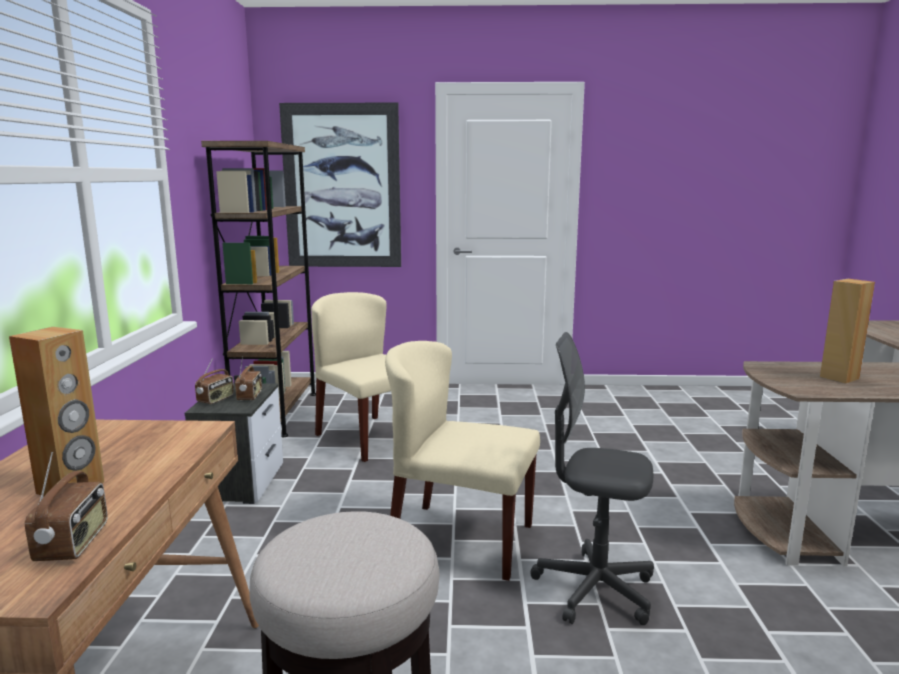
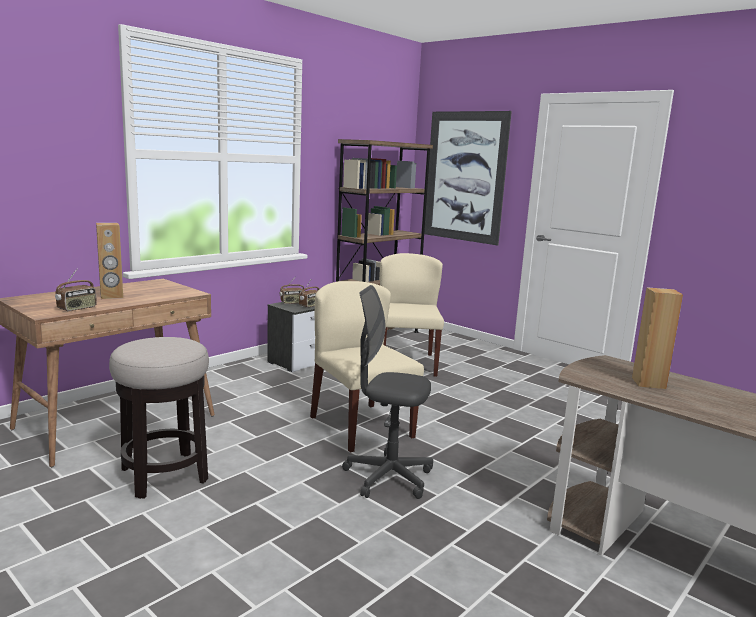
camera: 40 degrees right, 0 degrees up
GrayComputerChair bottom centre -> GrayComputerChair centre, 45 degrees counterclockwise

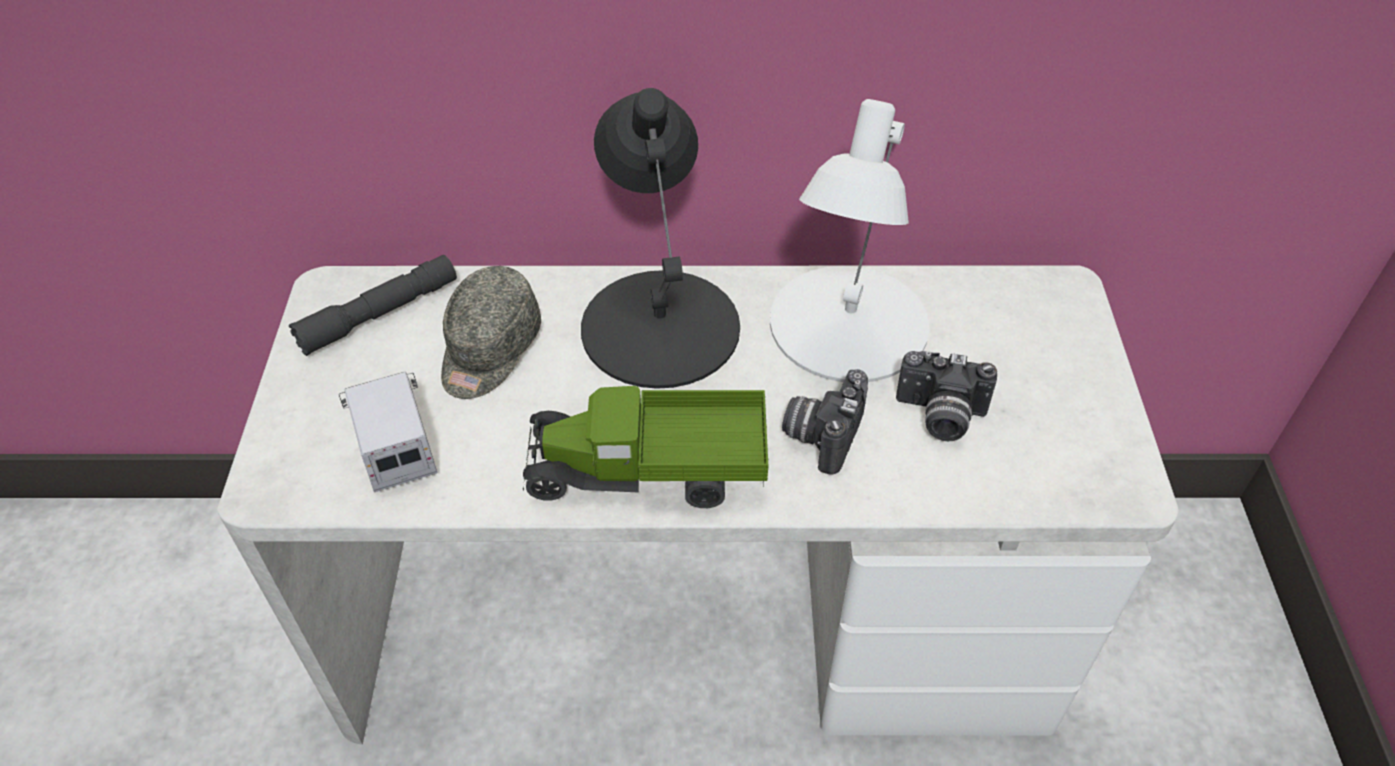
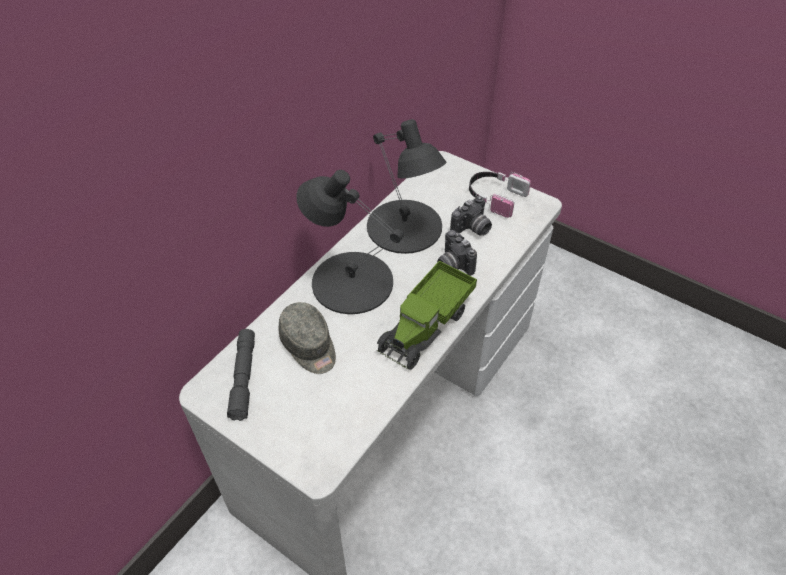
camera: 55 degrees left, 0 degrees up
WhiteTableLamp top centre -> BlackishTableLamp (no. 2 from left) top centre
ToyLorry (no. 1 from left) middle left -> none
none -> Headset centre

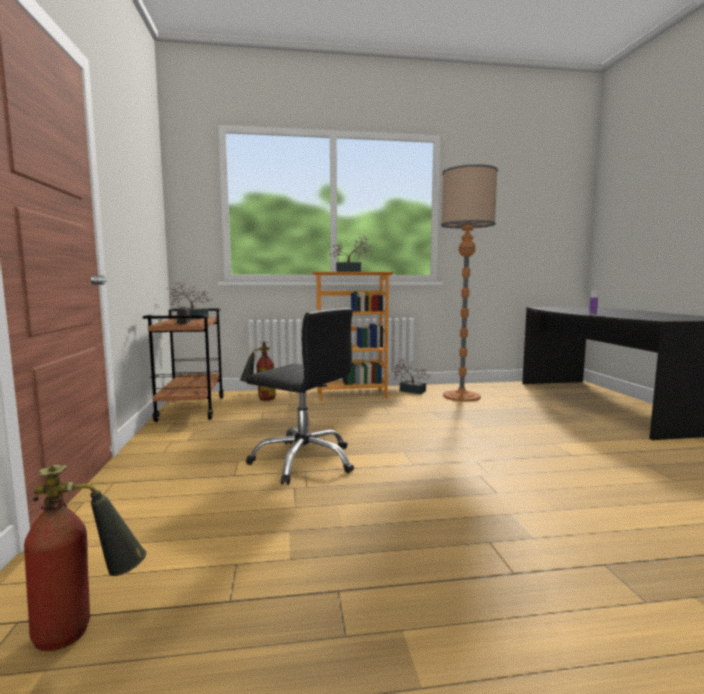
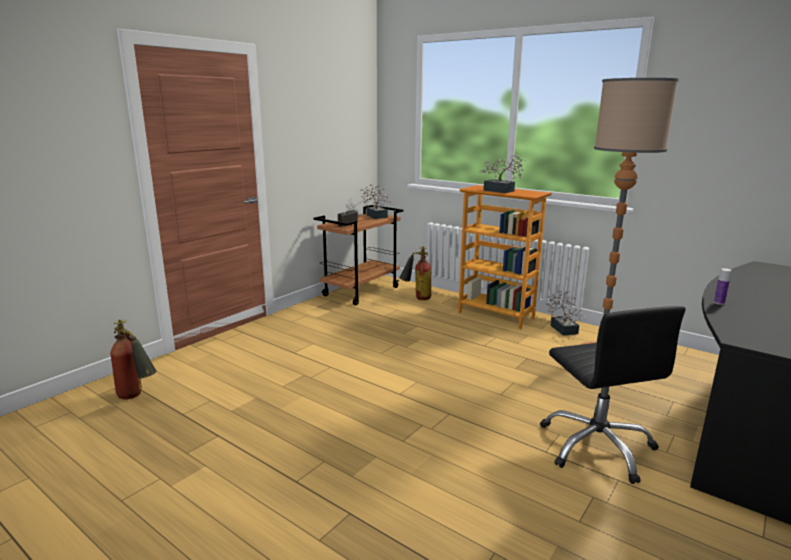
camera: 45 degrees right, 10 degrees up
BlackishComputerChair centre -> BlackishComputerChair bottom right, shifted

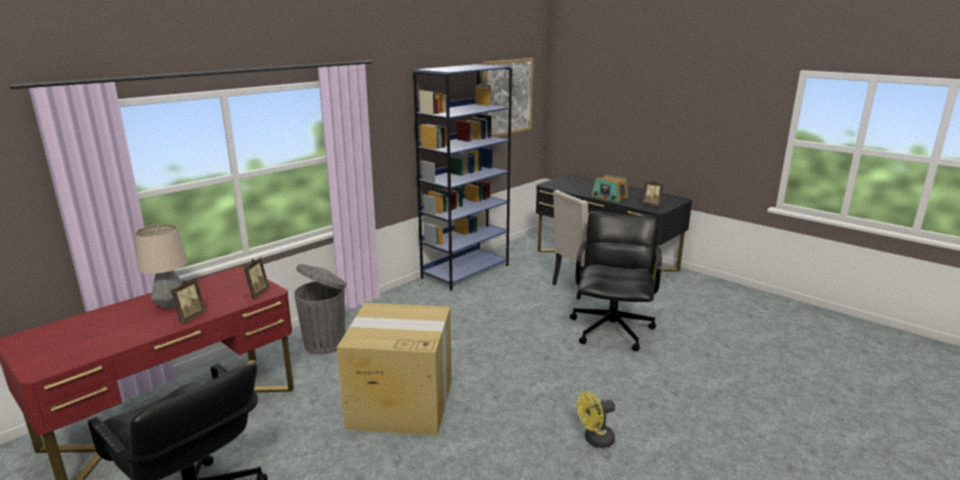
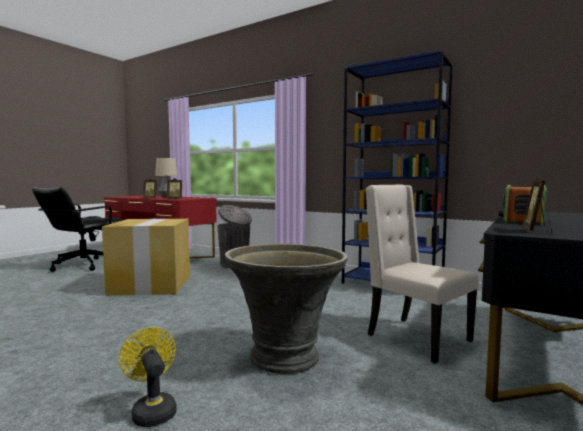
camera: 80 degrees right, 15 degrees down
WallPicture top centre -> none
BlackishComputerChair (no. 2 from left) centre -> GrayFlowerPot bottom centre
YellowElectricFan bottom centre -> YellowElectricFan bottom left, shifted

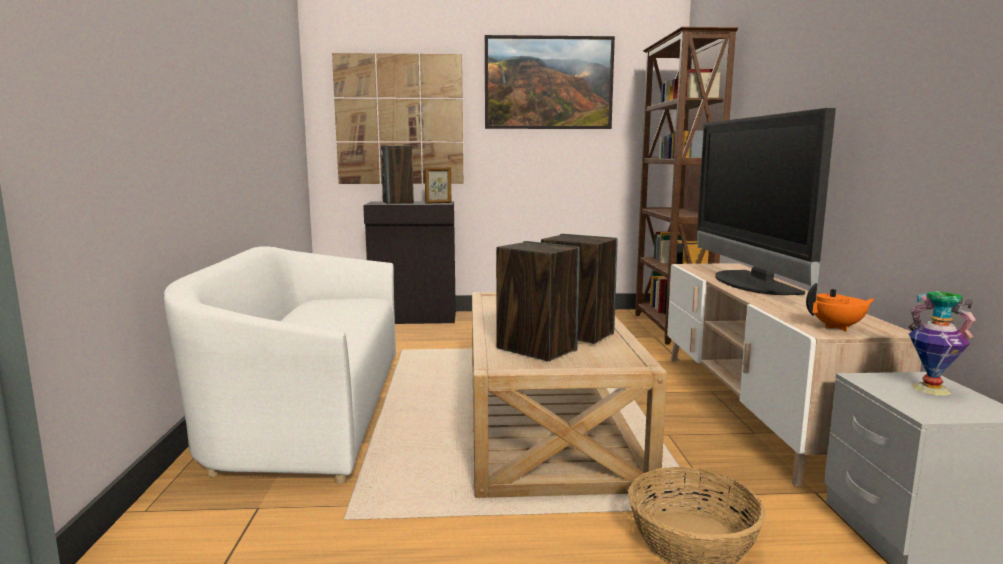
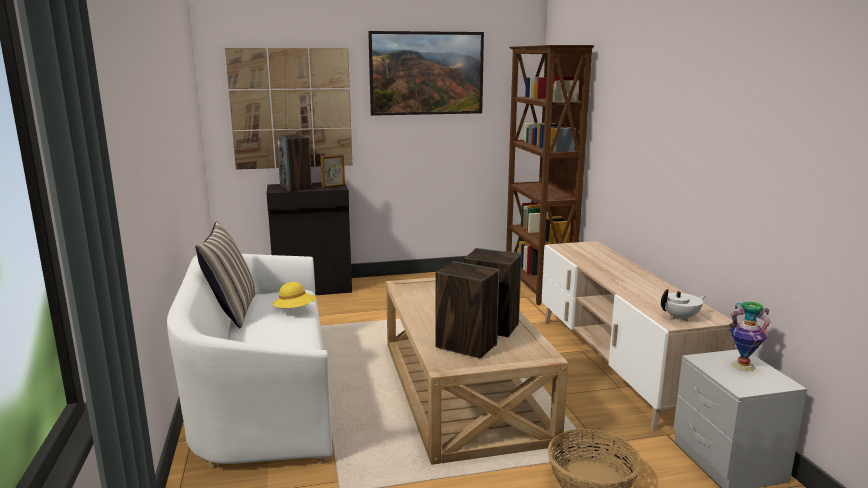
camera: 10 degrees left, 5 degrees up
Television middle right -> none
OrangeColouredTeaPot middle right -> WhiteTeaPot middle right
none -> Pillow middle left
none -> YellowClothingHat centre

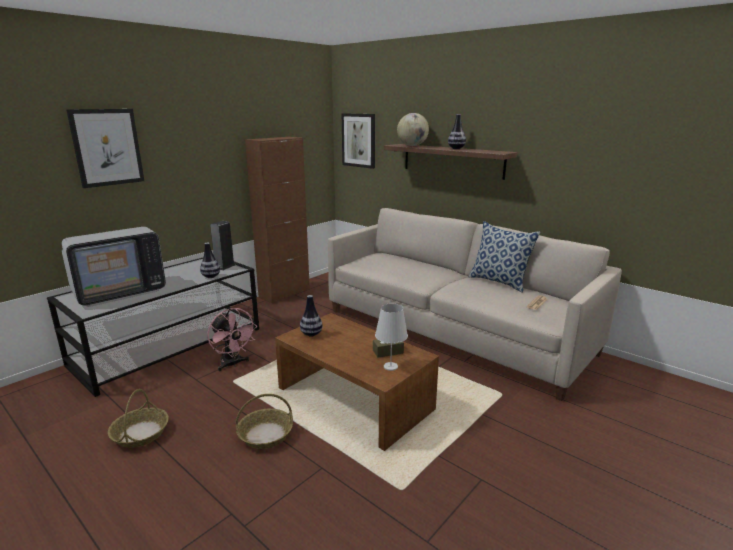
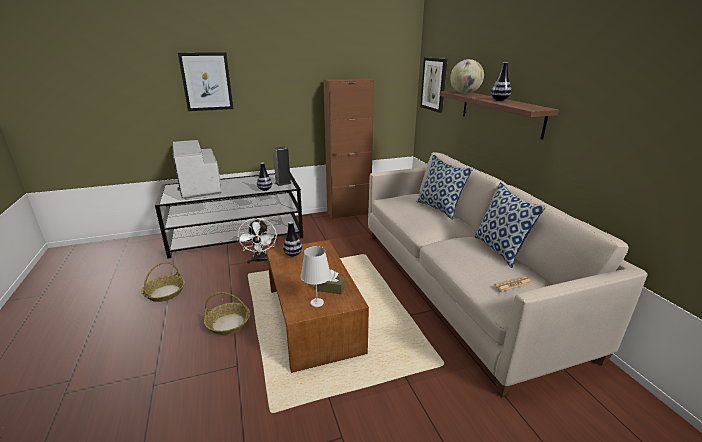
camera: 30 degrees right, 5 degrees up
Television middle left, 75 degrees clockwise
PinkishElectricFan middle left -> WhiteElectricFan centre
none -> Pillow (no. 1 from left) centre

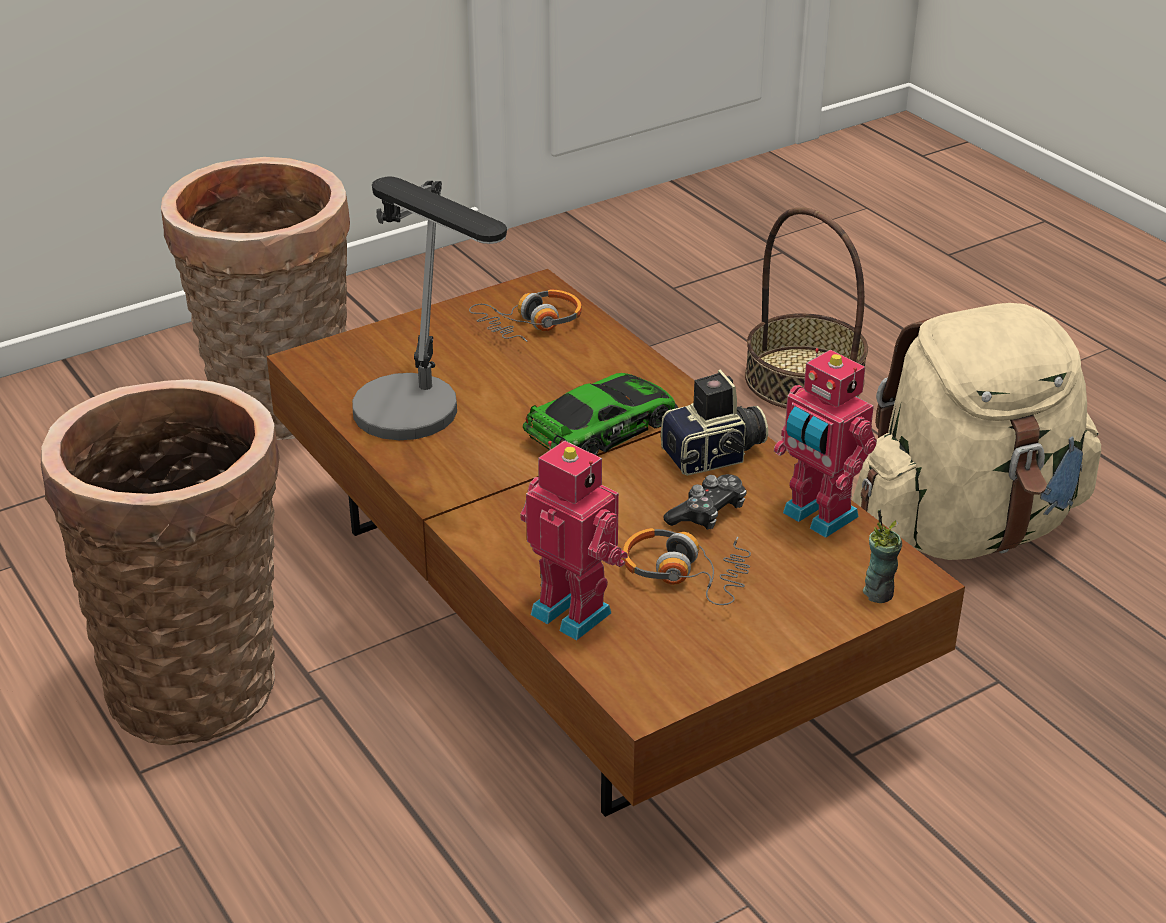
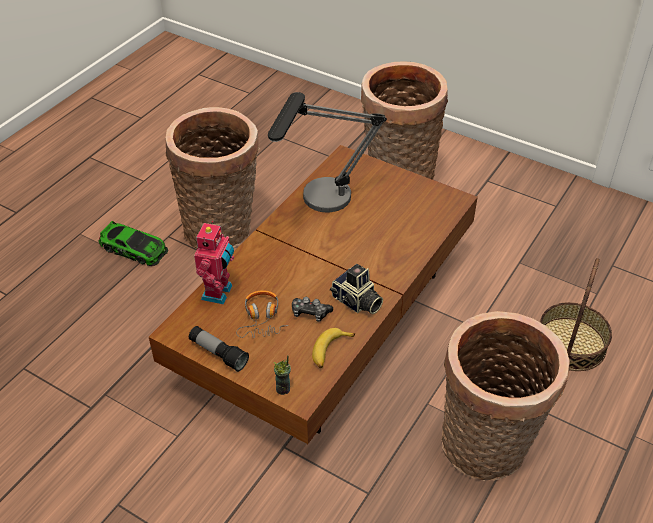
camera: 65 degrees right, 10 degrees up
Headset (no. 1 from left) centre -> none
BeigeColouredKnapsack middle right -> Basket (no. 3 from left) bottom right
RobotFigure (no. 2 from left) middle right -> BananaFruit centre
MiniatureCar centre -> MiniatureCar middle left, shifted
none -> Torch bottom centre

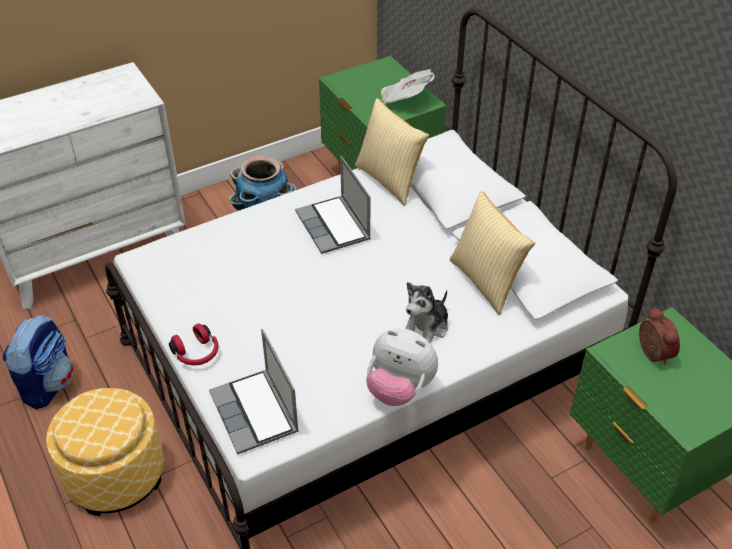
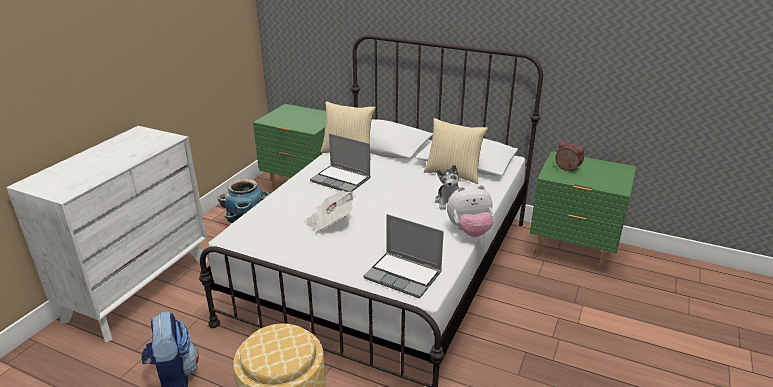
camera: 35 degrees left, 15 degrees down
PrintedPaper top centre -> PrintedPaper centre, shifted
RedHeadset middle left -> none

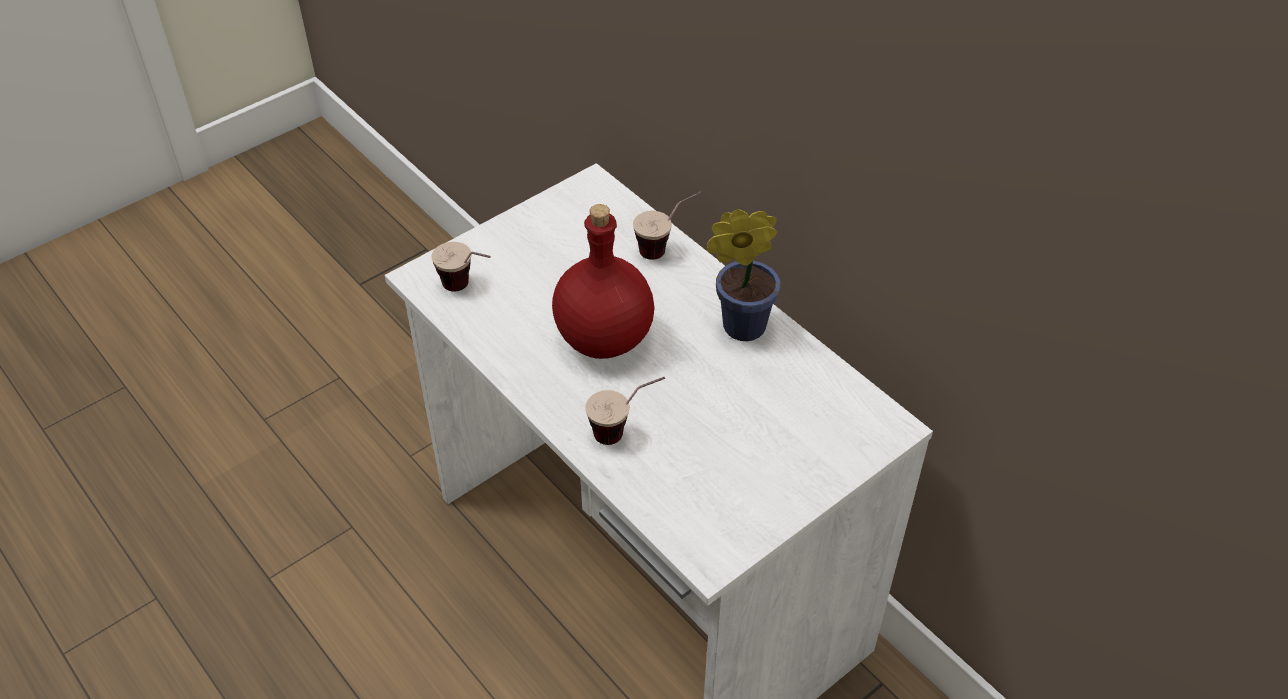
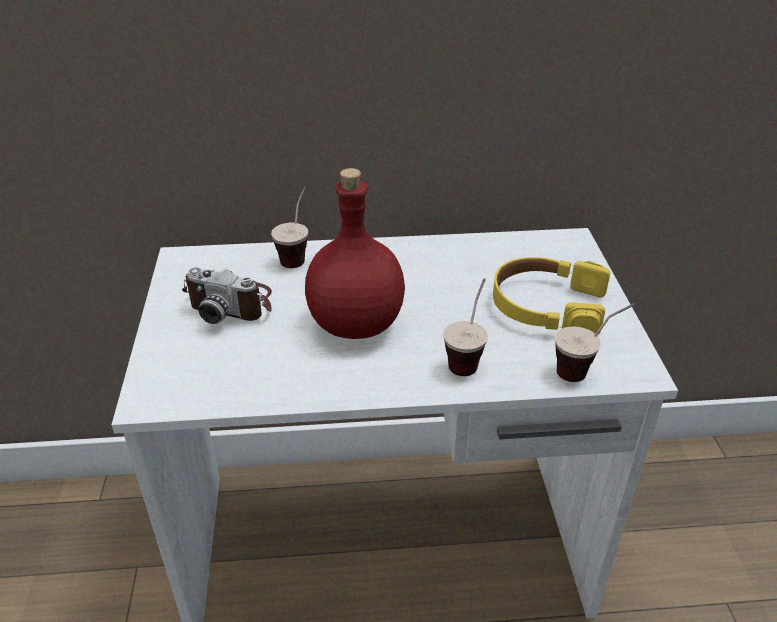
camera: 55 degrees left, 10 degrees down
PlantInAPot centre -> none
SmallCup (no. 1 from left in the first image) centre -> SmallCup (no. 3 from left) middle right, shifted
none -> YellowHeadset middle right
none -> PhotoCamera middle left

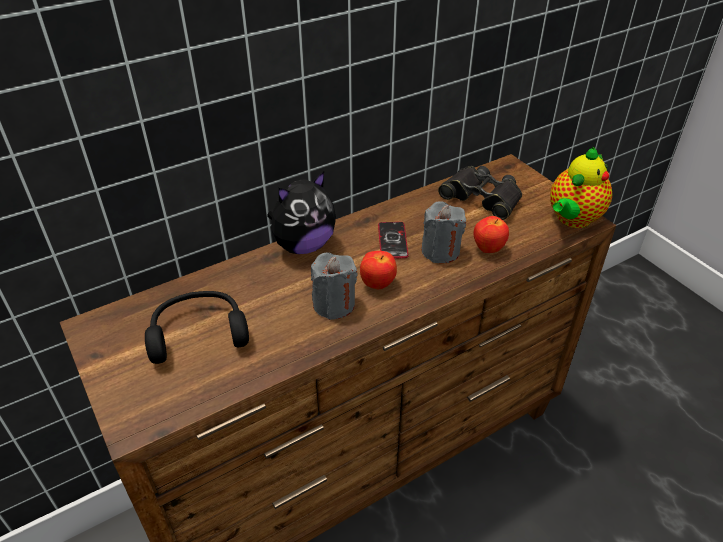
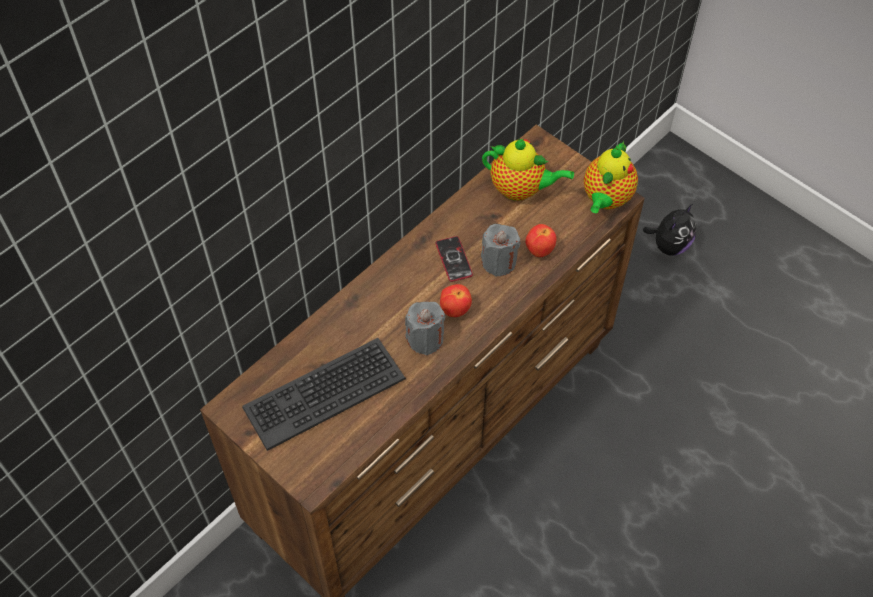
camera: 15 degrees left, 15 degrees up
BlackishBinoculars centre -> TeaPot (no. 1 from left) top centre
CuddlyToy centre -> CuddlyToy middle right, shifted
BlackishHeadset middle left -> ComputerKeyboard centre

